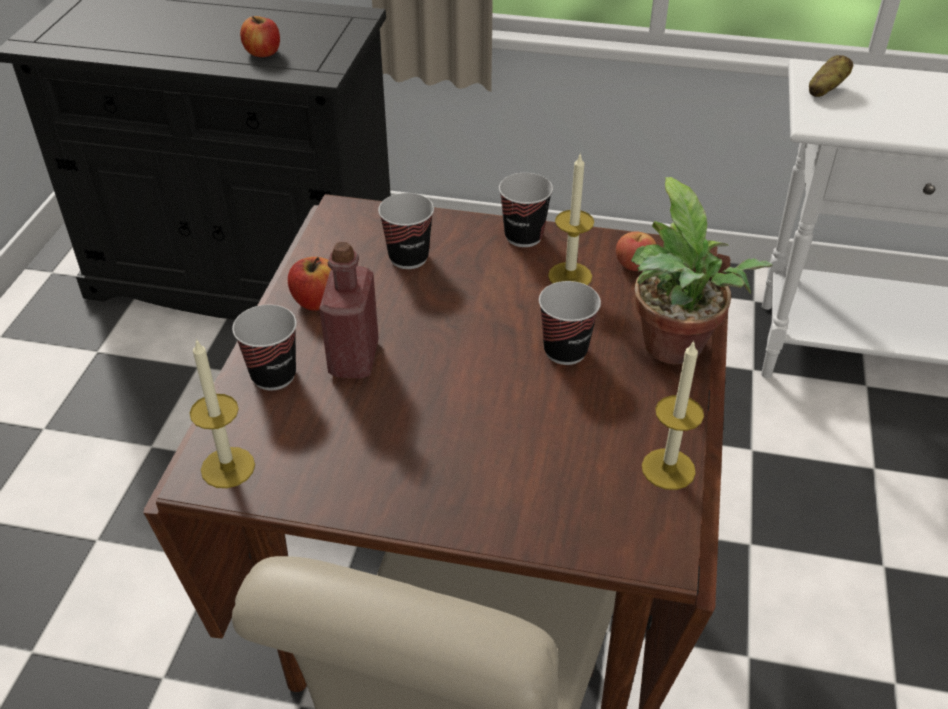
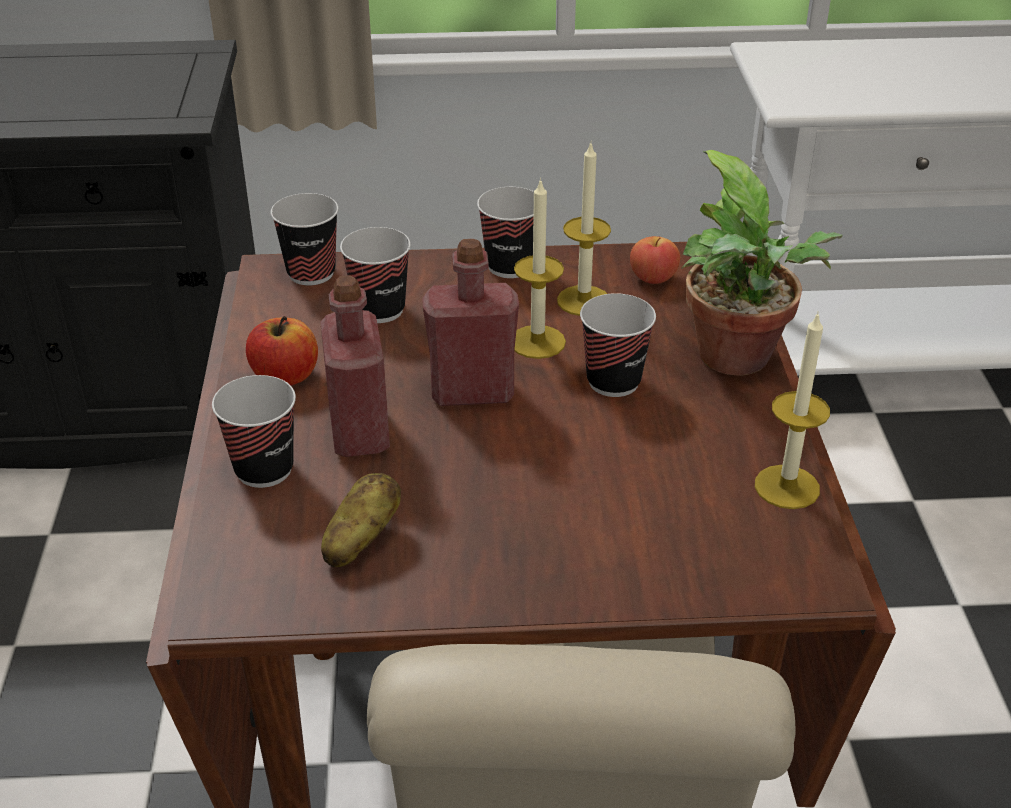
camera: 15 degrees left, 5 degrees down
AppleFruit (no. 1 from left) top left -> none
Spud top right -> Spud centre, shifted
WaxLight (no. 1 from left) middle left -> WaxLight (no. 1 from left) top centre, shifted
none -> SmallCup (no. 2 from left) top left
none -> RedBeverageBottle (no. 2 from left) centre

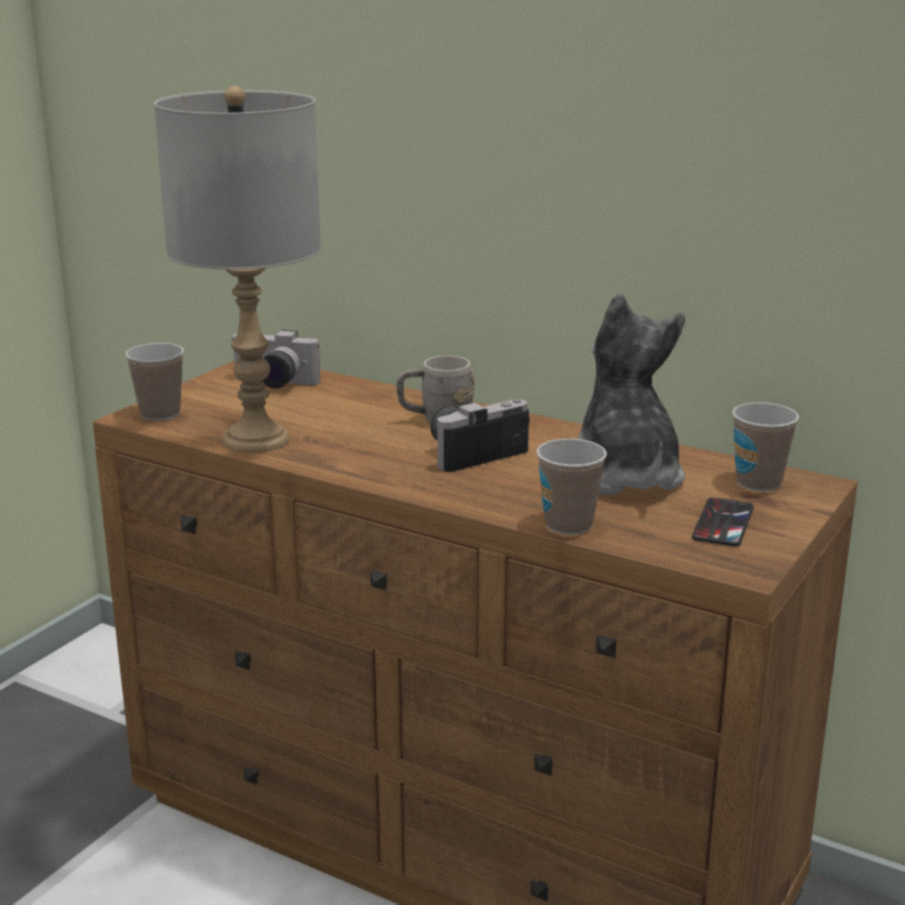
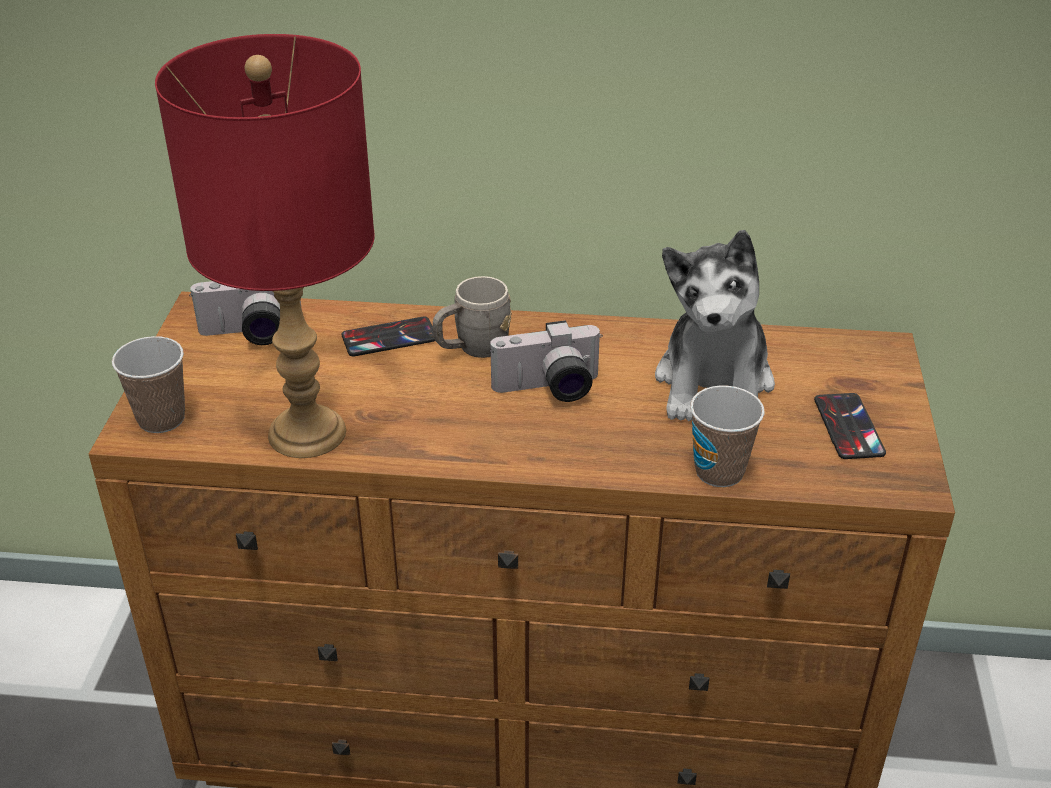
camera: 25 degrees left, 15 degrees up
GrayTableLamp top left -> RedTableLamp top left
CuddlyToy middle right, 135 degrees counterclockwise
PhotoCamera (no. 2 from left) centre, 135 degrees counterclockwise
SmallCup (no. 3 from left) middle right -> none
none -> Phone (no. 1 from left) centre

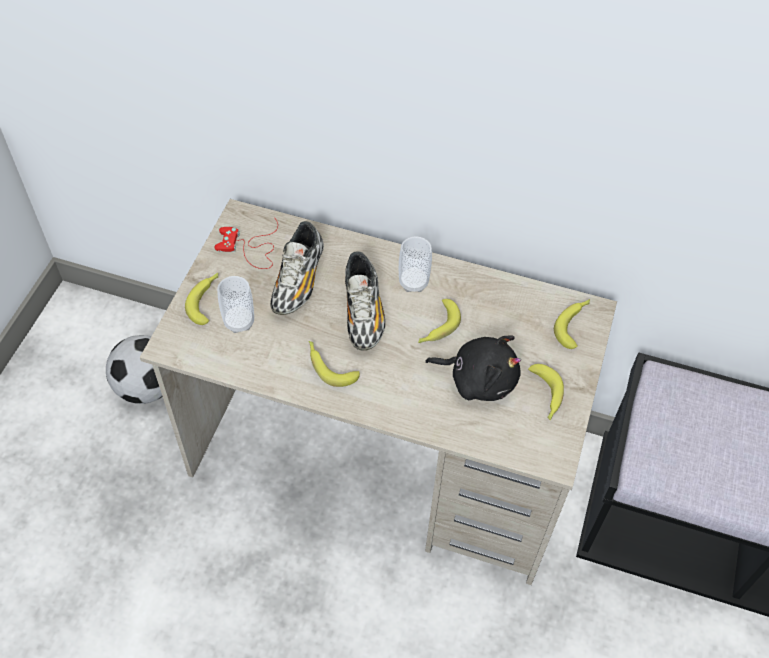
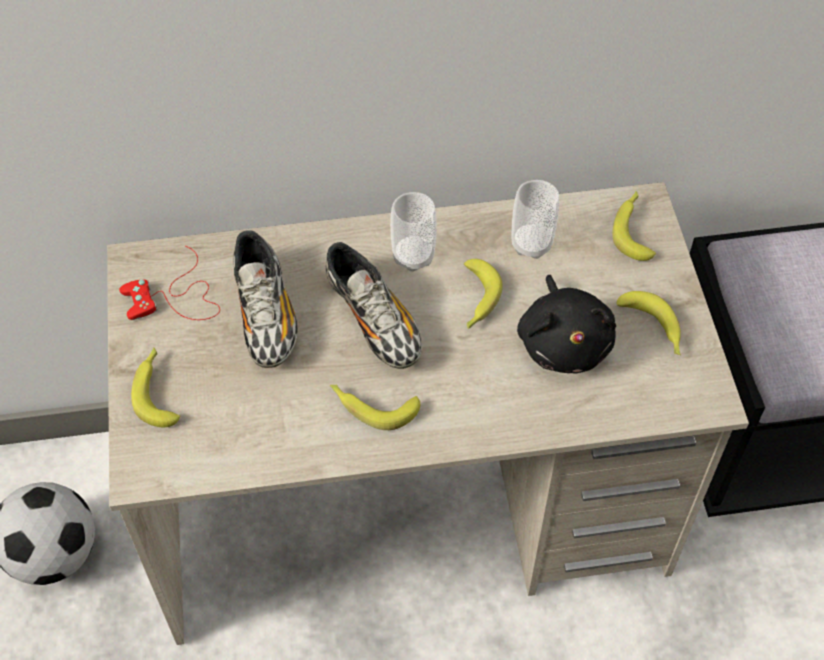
camera: 25 degrees left, 0 degrees up
SmallCup (no. 1 from left in the first image) middle left -> SmallCup (no. 2 from left) top centre, shifted
BlackishCuddlyToy centre -> BlackishCuddlyToy middle right, 90 degrees clockwise

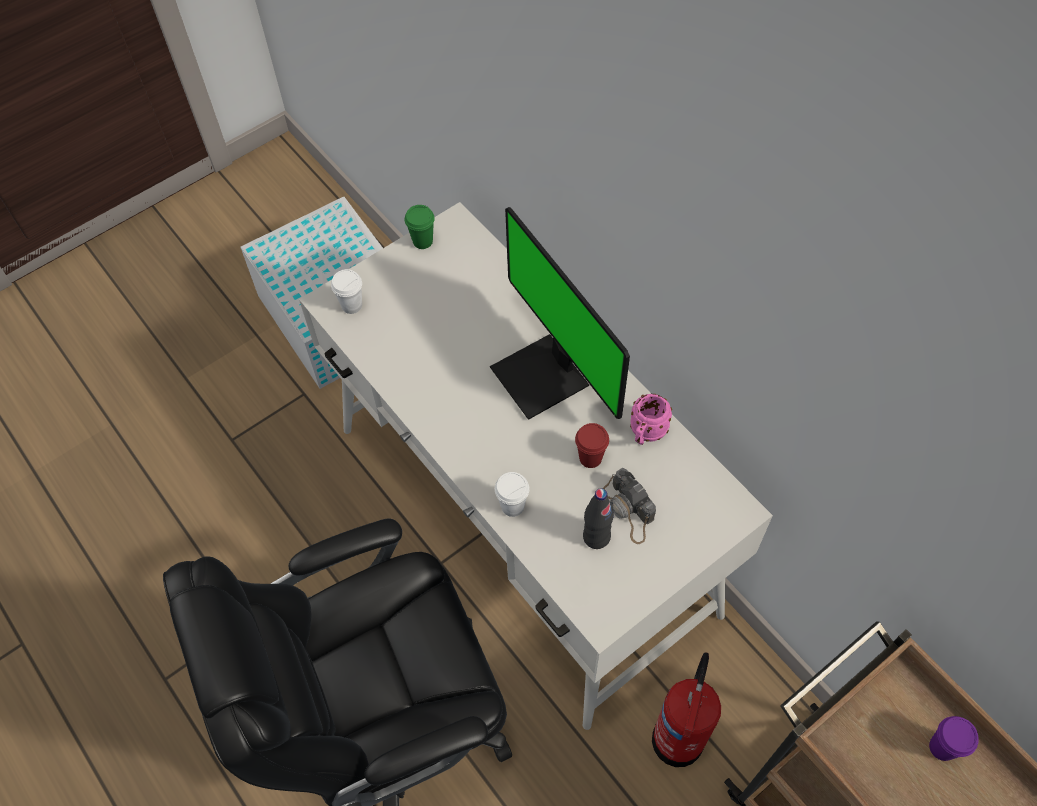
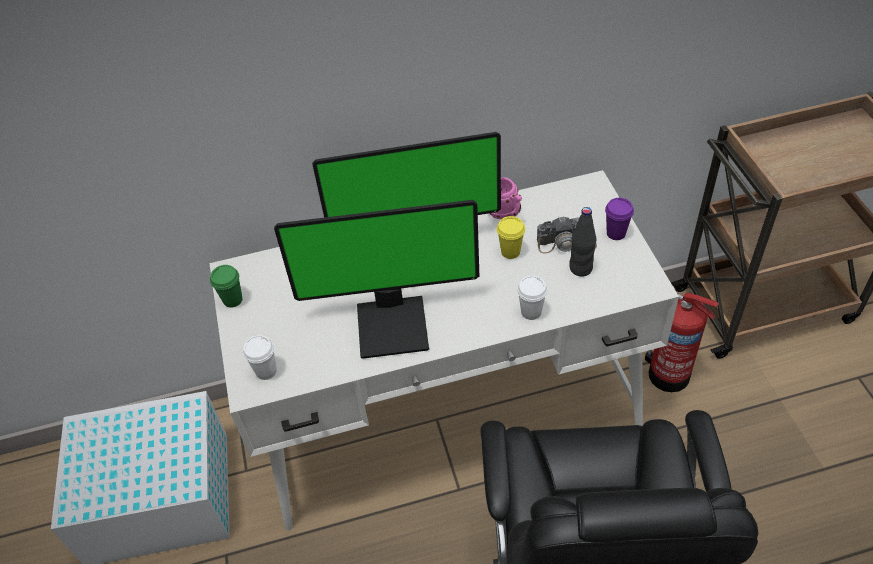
camera: 65 degrees left, 10 degrees down
RedSmallCup centre -> YellowSmallCup centre
PurplishSmallCup bottom right -> PurplishSmallCup middle right, shifted
none -> ComputerScreen (no. 1 from left) centre

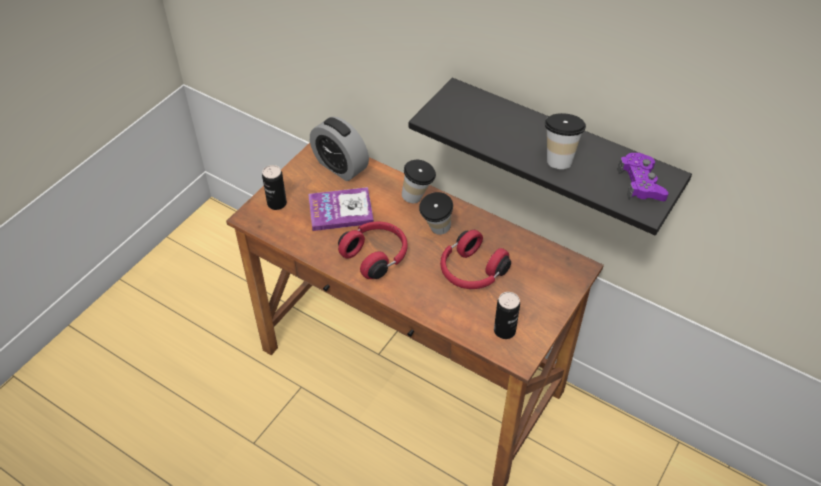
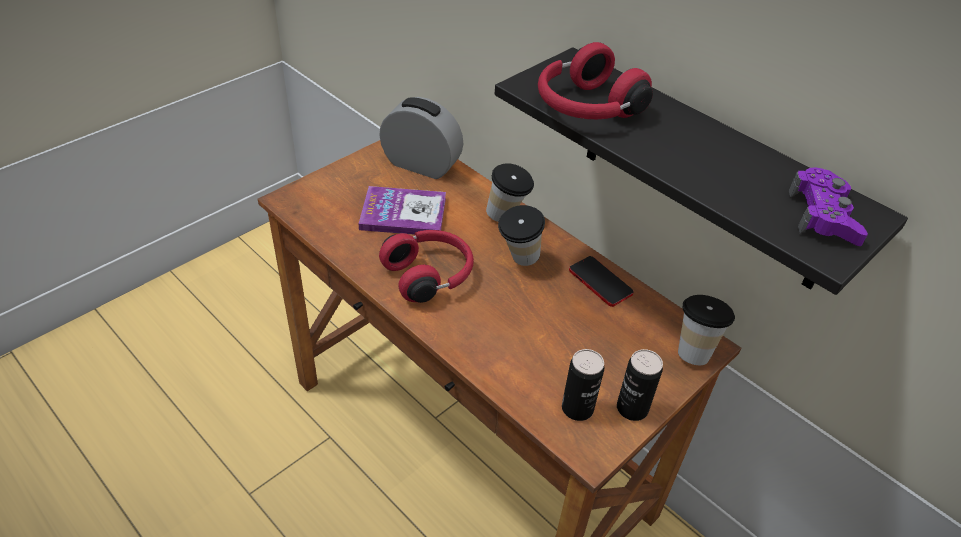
camera: 10 degrees right, 5 degrees down
SmallCup (no. 3 from left) top right -> SmallCup (no. 3 from left) middle right, shifted
BedsideClock top centre, 150 degrees clockwise
Can (no. 1 from left in the first image) centre -> Can (no. 2 from left) bottom centre, shifted
RedHeadset (no. 2 from left) centre -> RedHeadset (no. 2 from left) top centre, shifted
none -> Phone centre

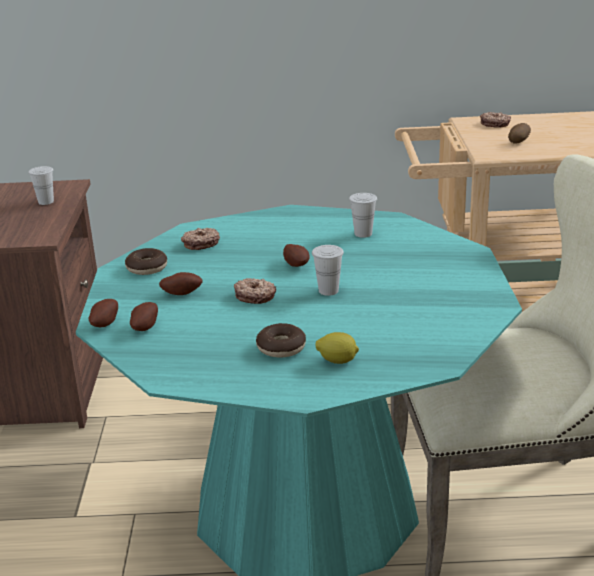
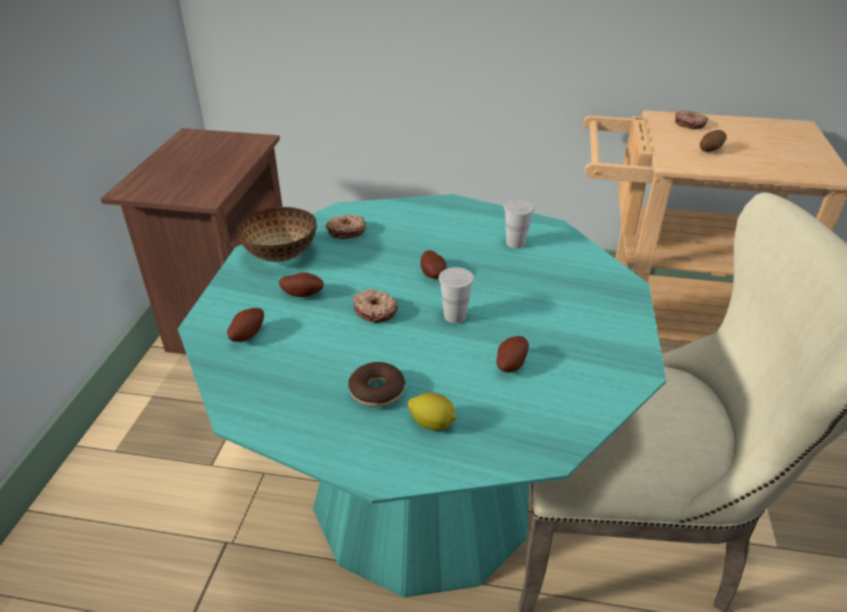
camera: 10 degrees right, 10 degrees up
WhiteSmallCup (no. 1 from left) top left -> none
Doughnut (no. 1 from left) middle left -> Bowl middle left
Spud (no. 1 from left in the first image) middle left -> Spud (no. 4 from left) centre, shifted

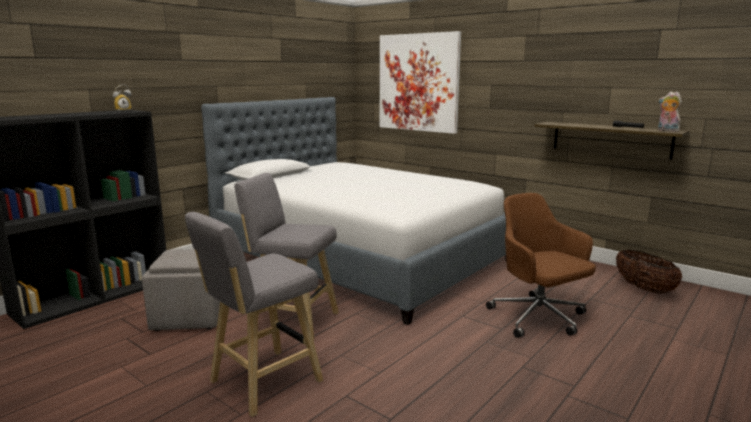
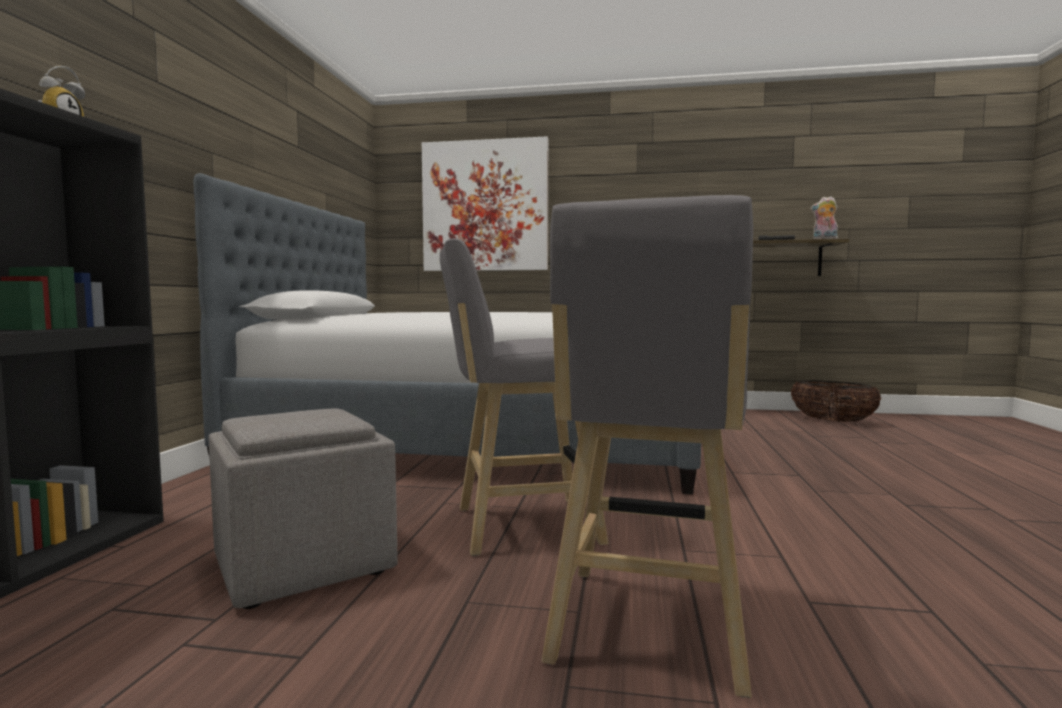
camera: 30 degrees left, 10 degrees down
BrownishComputerChair middle right -> none

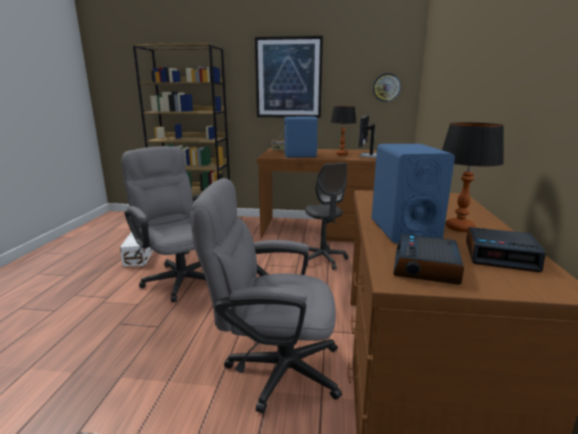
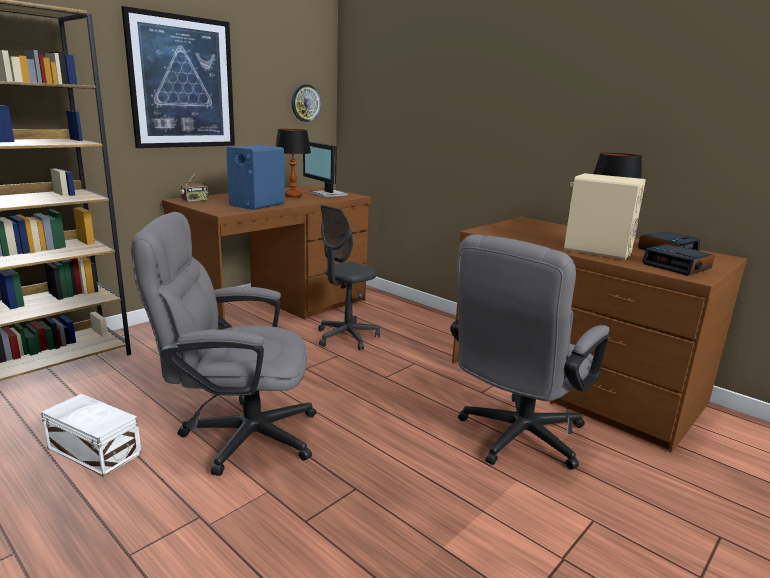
camera: 55 degrees left, 0 degrees up
BlueLoudspeaker (no. 2 from left) middle right -> BeigeColouredLoudspeaker middle right
GrayComputerChair (no. 3 from left in the first image) centre -> GrayComputerChair (no. 2 from left) centre, 120 degrees clockwise

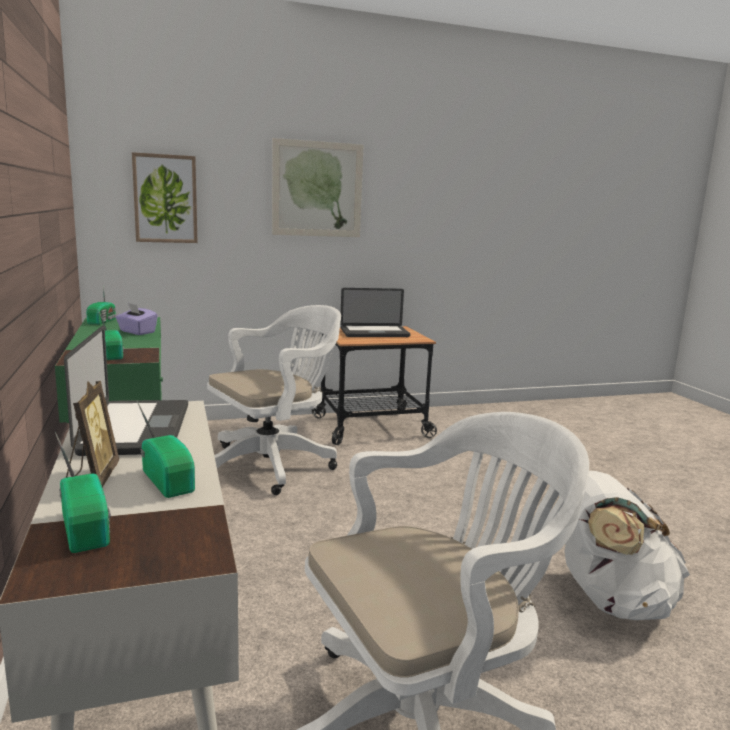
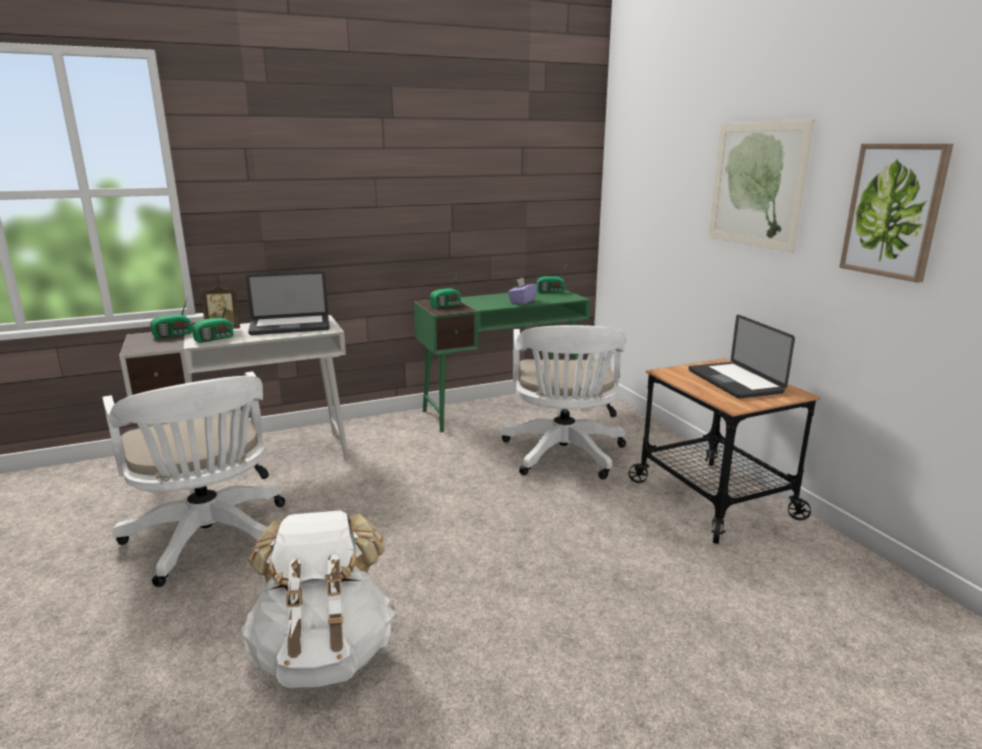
camera: 85 degrees right, 5 degrees up
WallPicture (no. 1 from left in the first image) top left -> WallPicture (no. 2 from left) top right, shifted
WhiteComputerChair (no. 1 from left in the first image) centre -> WhiteComputerChair (no. 2 from left) centre, 45 degrees clockwise

